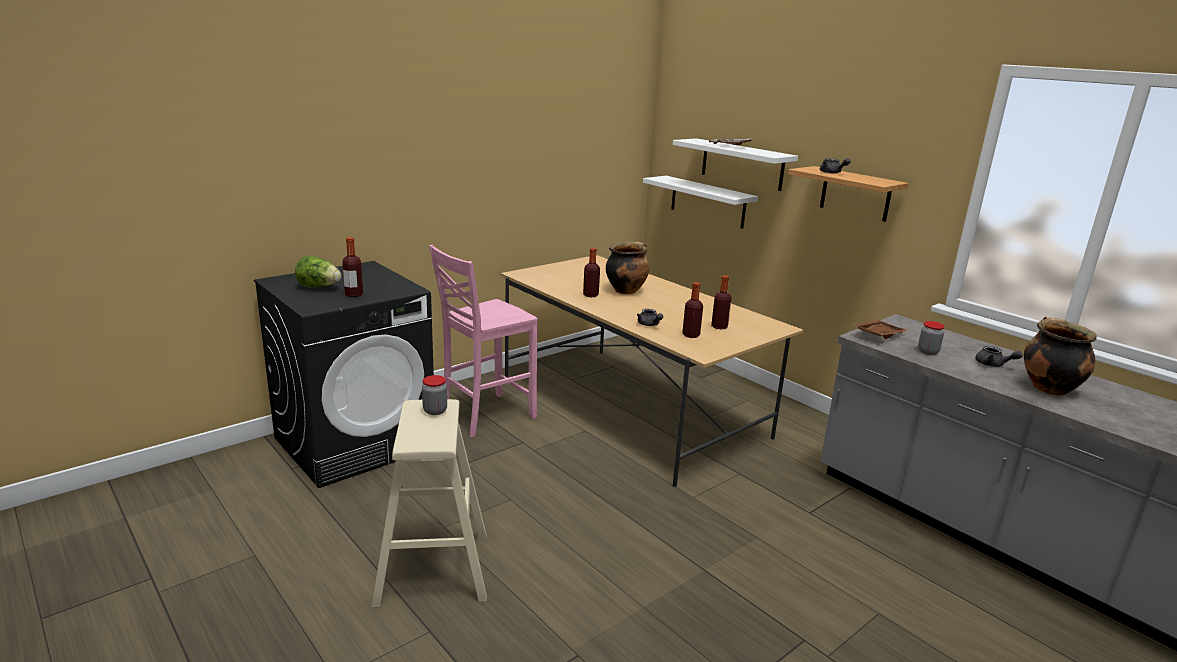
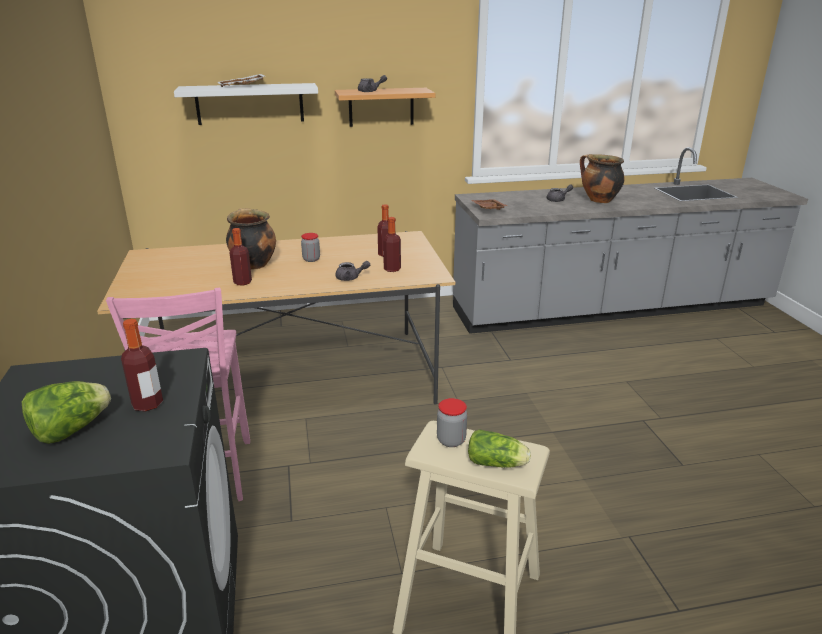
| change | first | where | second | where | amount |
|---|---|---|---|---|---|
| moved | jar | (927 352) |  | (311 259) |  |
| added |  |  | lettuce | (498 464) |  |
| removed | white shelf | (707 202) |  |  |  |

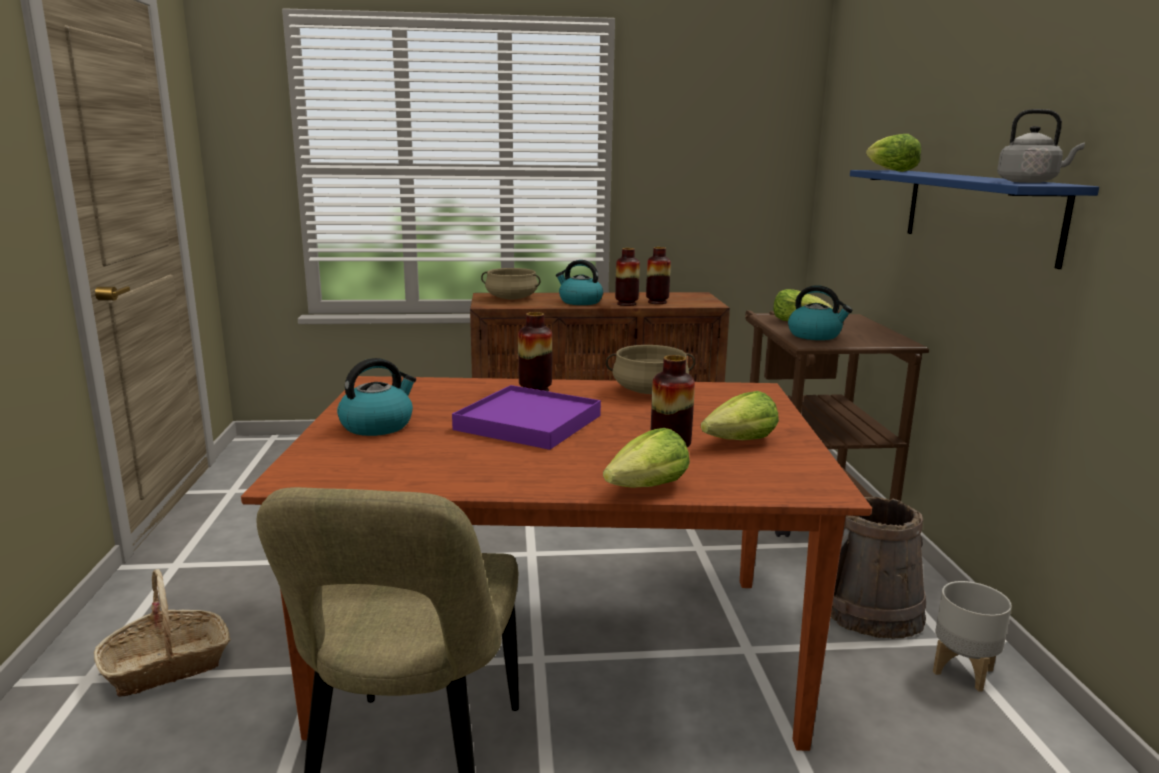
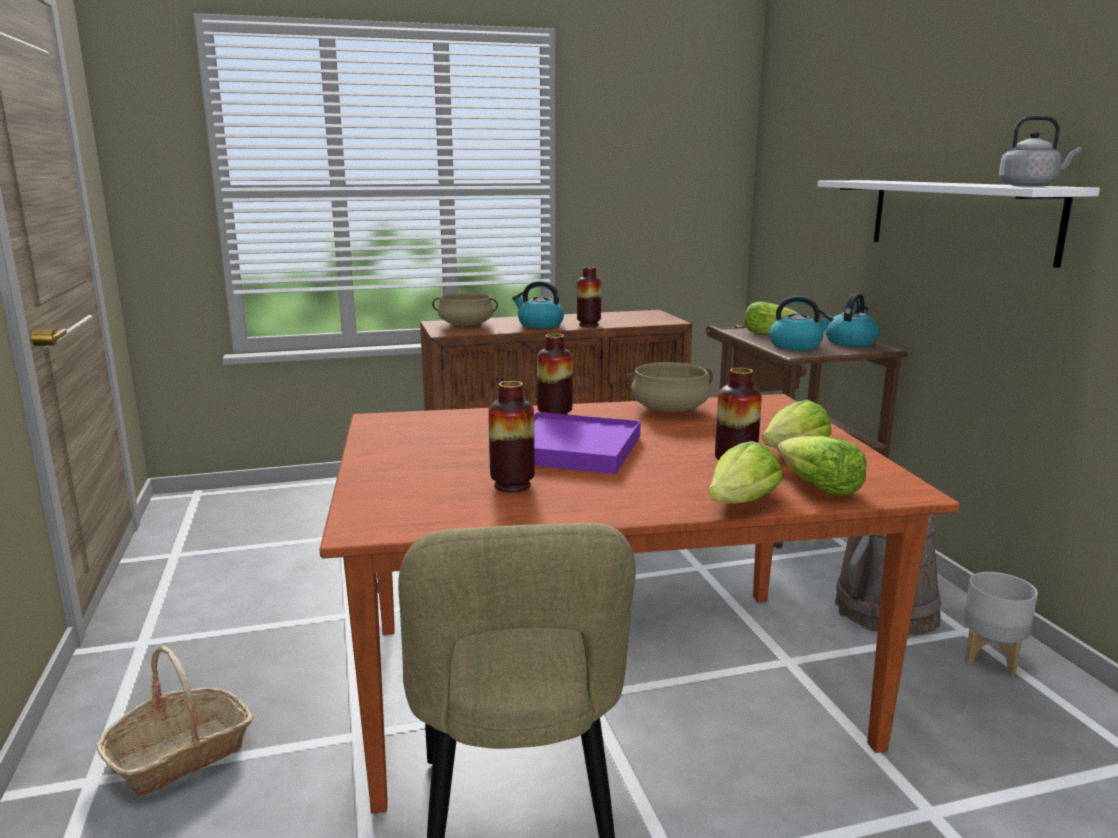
| change | first | where | second | where | amount |
|---|---|---|---|---|---|
| moved | vase | (657 302) |  | (512 485) |  |
| moved | lettuce | (889 171) |  | (817 488) |  |
| recoloured | blue shelf | (978 213) | white shelf | (959 218) |  |
| moved | kettle | (377 425) |  | (851 342) |  |

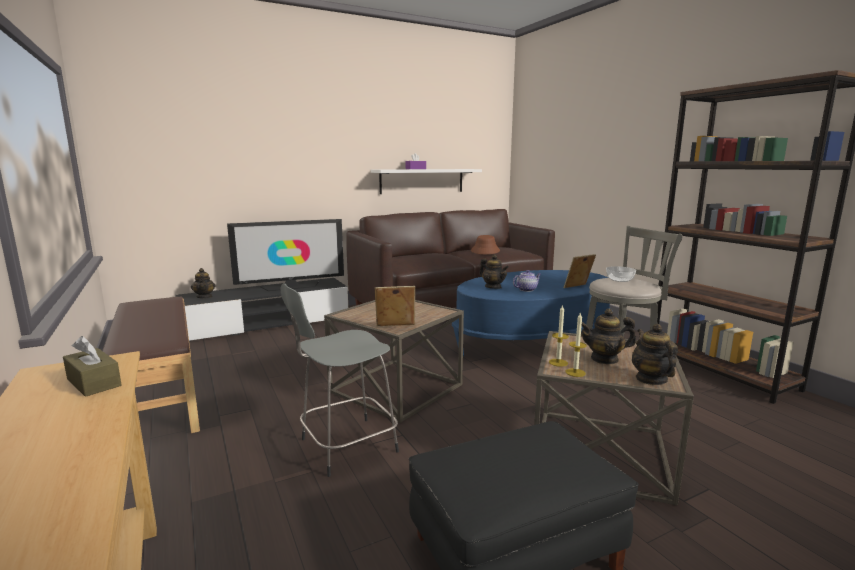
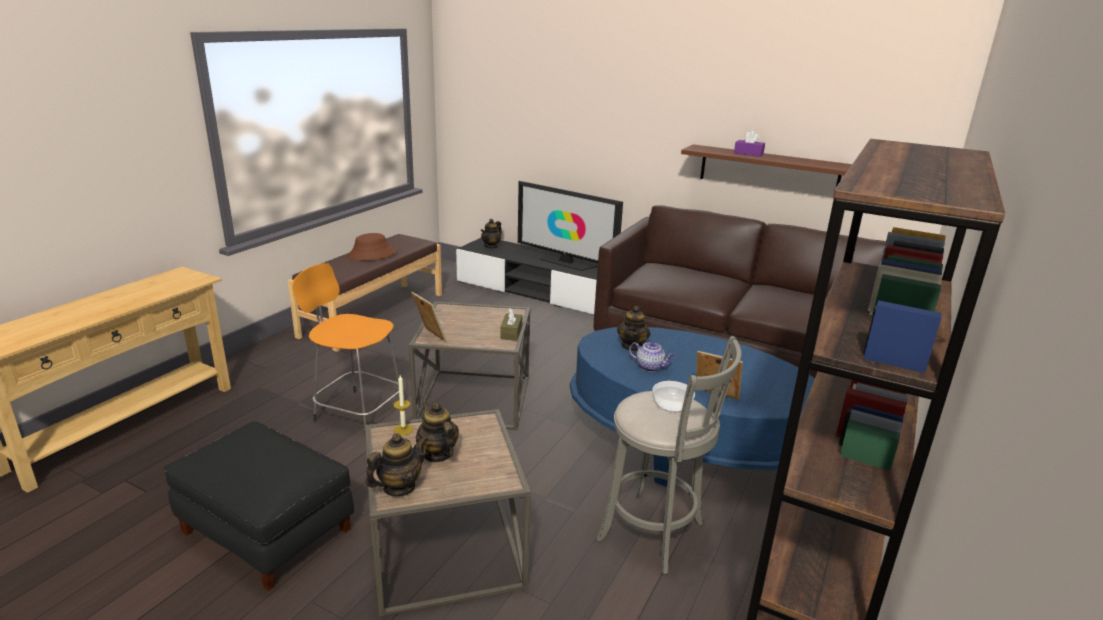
| change | first | where | second | where | amount |
|---|---|---|---|---|---|
| recoloured | grey stool | (345 446) | orange stool | (357 412) |  |
| moved | brown hat | (485 251) |  | (372 254) |  |
| moved | brown tissue box | (94 382) |  | (511 333) |  |
| recoloured | white shelf | (422 181) | brown shelf | (768 171) |  |
| removed | candle | (575 372) |  |  |  |

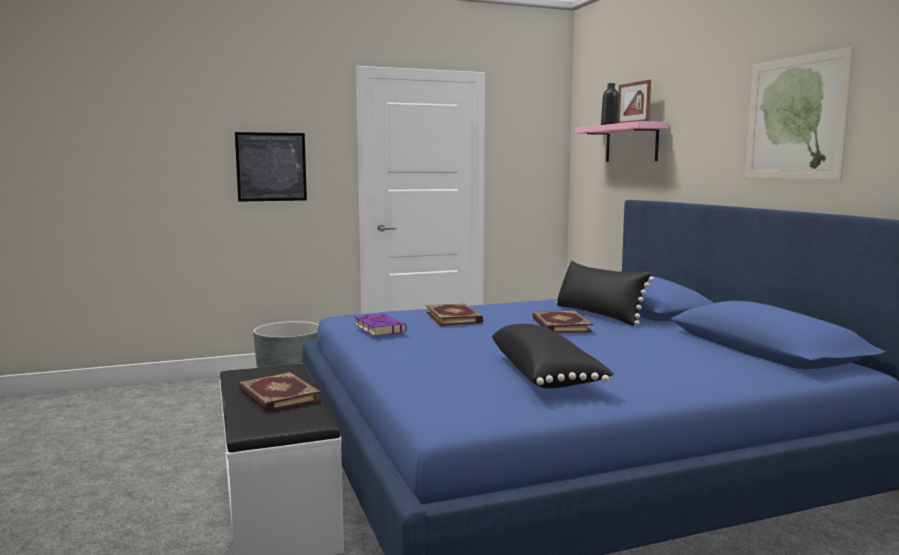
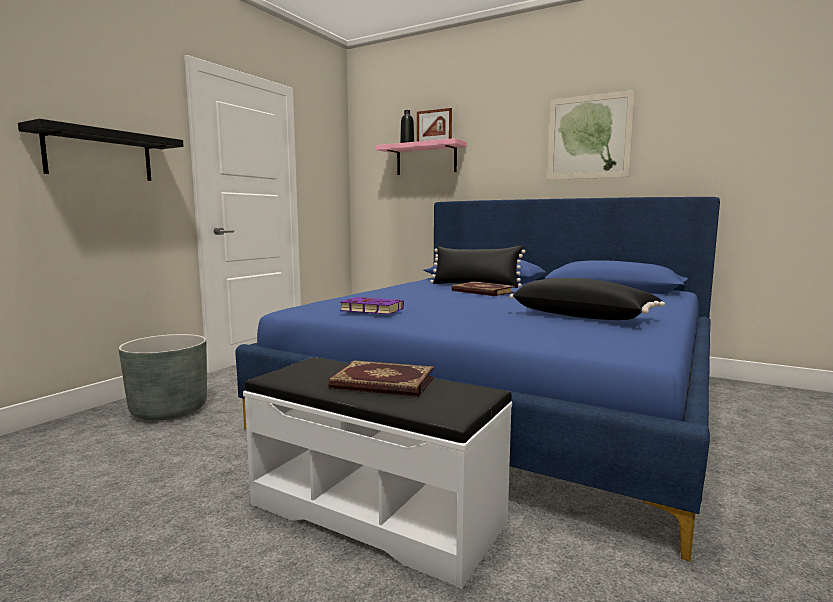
| change | first | where | second | where | amount |
|---|---|---|---|---|---|
| replaced | picture | (271 167) | black shelf | (99 155) |  |
| removed | book | (454 317) |  |  |  |

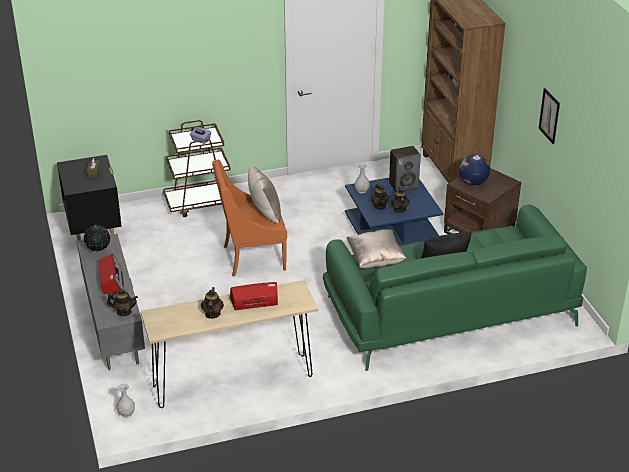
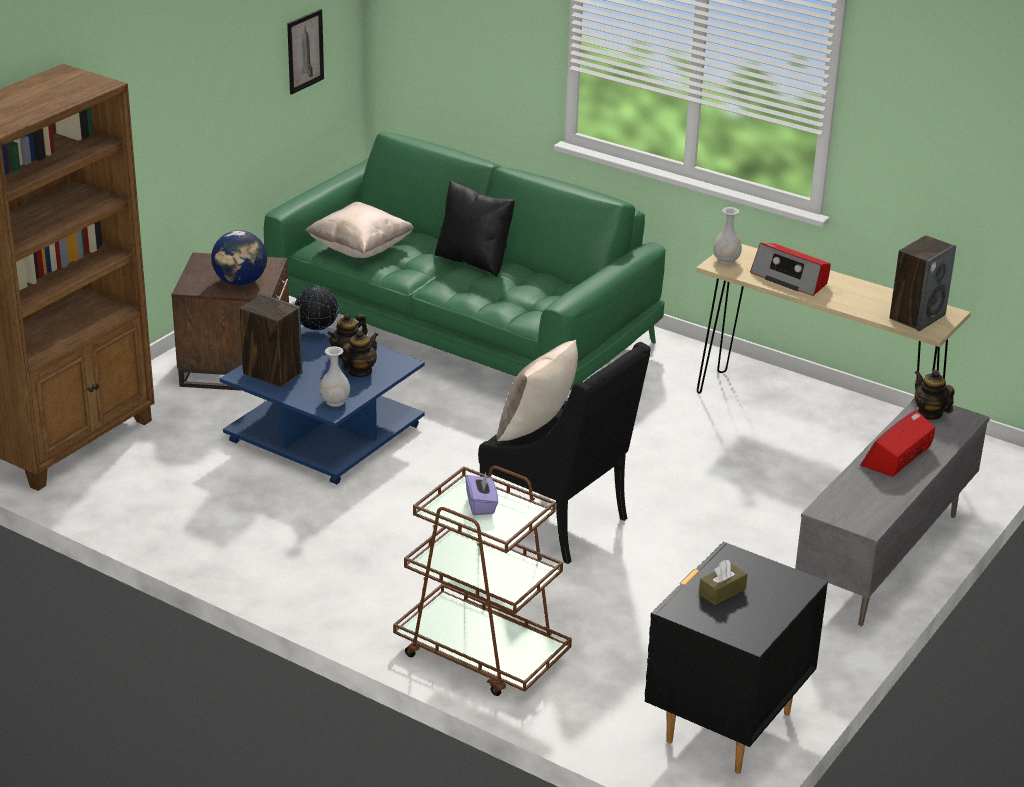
| change | first | where | second | where | amount |
|---|---|---|---|---|---|
| moved | picture | (549 116) |  | (305 51) |  |
| moved | globe | (98 251) |  | (317 333) |  |
| moved | beige pillow | (375 259) |  | (360 249) |  |
| recoloured | orange armchair | (251 257) | black armchair | (559 523) |  |
| moved | white vase | (126 413) |  | (726 261) |  |
| added |  |  | speaker | (917 317) |  |
| removed | teapot | (212 314) |  |  |  |

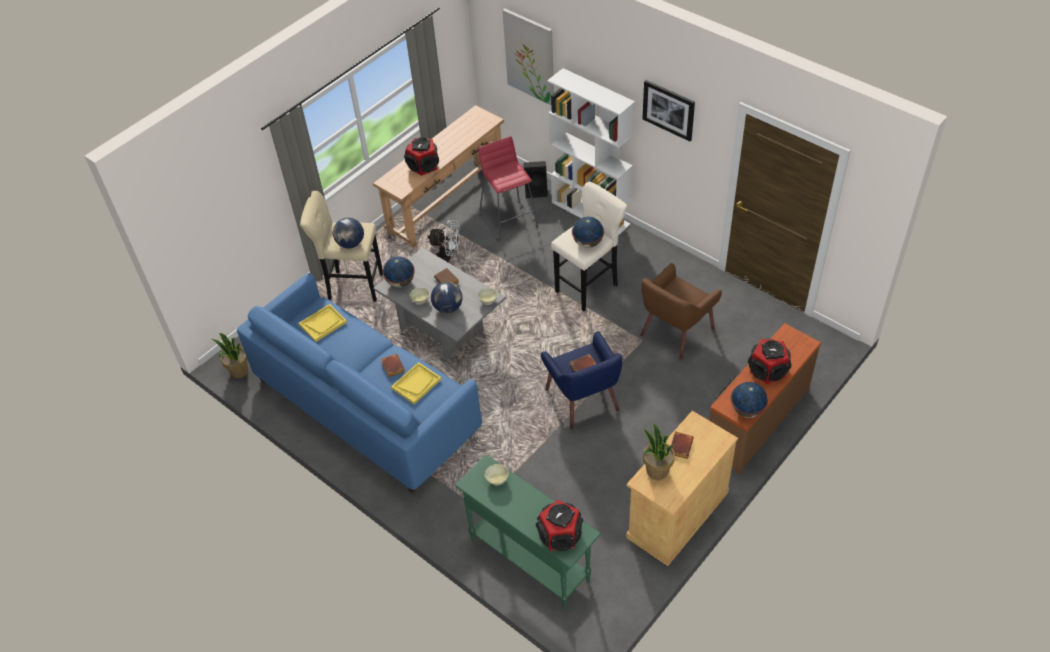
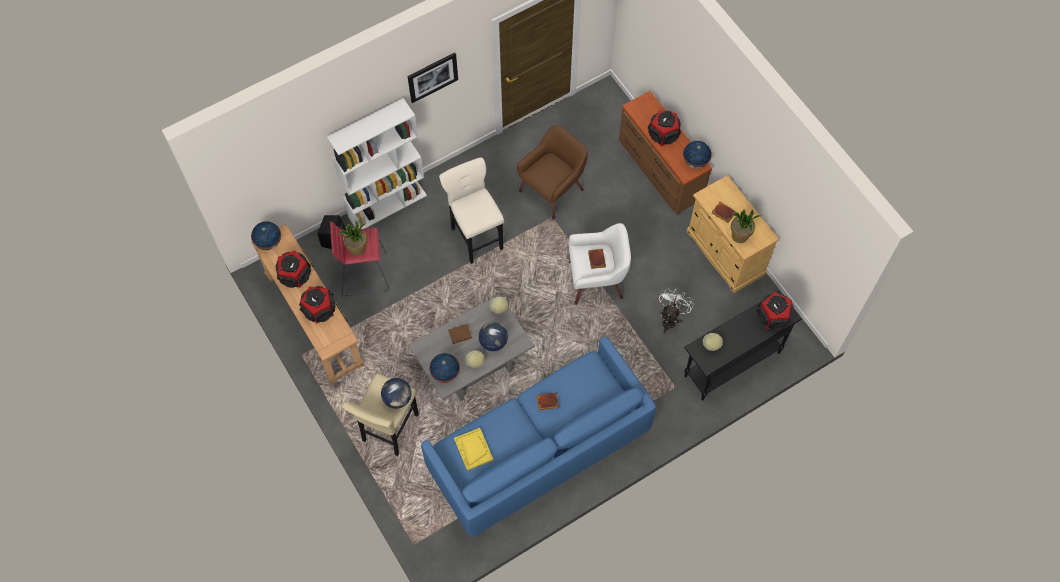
| change | first | where | second | where | amount |
|---|---|---|---|---|---|
| moved | globe | (587 243) |  | (268 242) |  |
| added |  |  | speaker | (295 275) |  |
| moved | potted plant | (239 371) |  | (357 249) |  |
| turned | brown armchair | (675 331) |  | (552 190) | 105 degrees counterclockwise |
| recoloured | blue armchair | (583 400) | white armchair | (596 280) |  |
| moved | white fan | (448 258) |  | (670 318) |  |
| recoloured | green console table | (529 559) | black console table | (731 364) |  |
| removed | yellow tray | (416 384) |  |  |  |
| removed | picture | (530 57) |  |  |  |

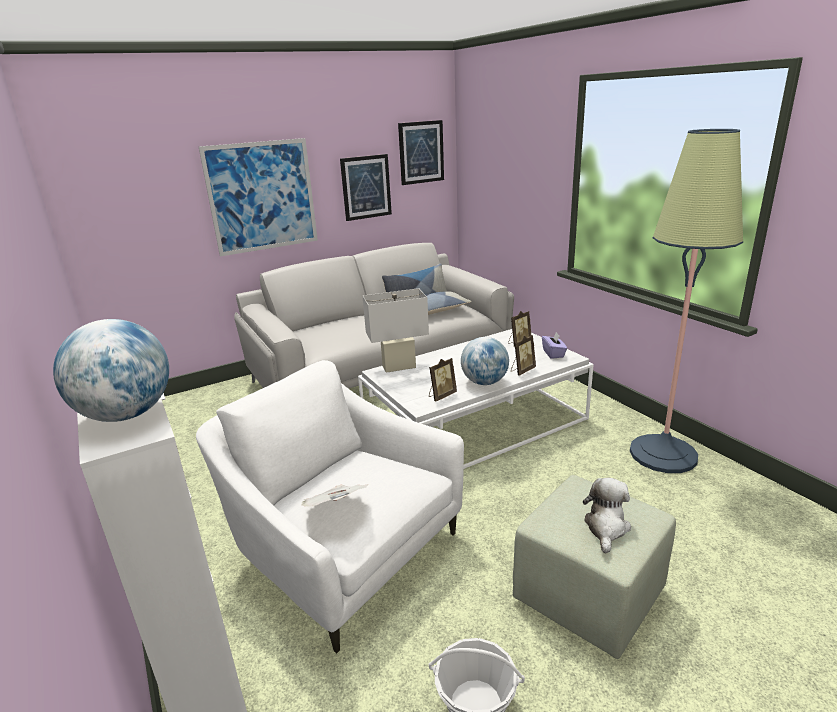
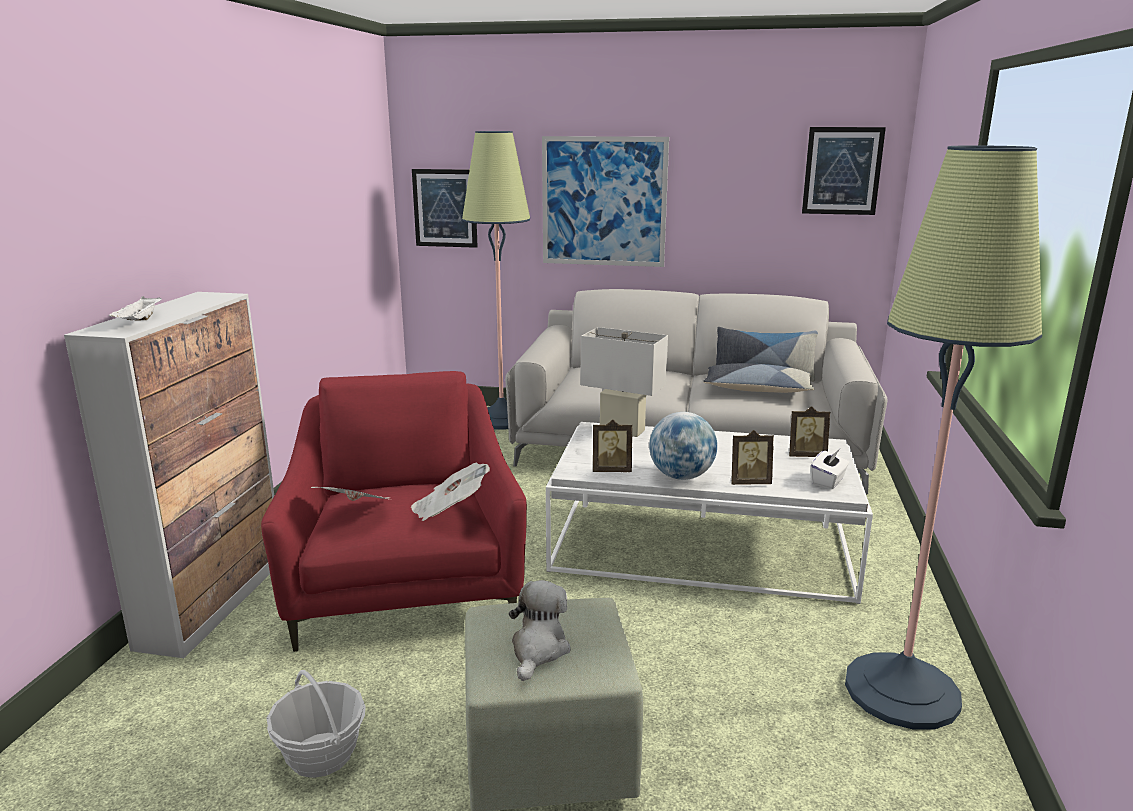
| change | first | where | second | where | amount |
|---|---|---|---|---|---|
| replaced | globe | (127 414) | white tray | (140 321) |  |
| recoloured | white armchair | (341 550) | red armchair | (406 584) |  |
| added |  |  | newspaper | (449 510) |  |
| moved | picture | (366 187) |  | (445 208) |  |
| added |  |  | floor lamp | (502 419) |  |
| turned | plush toy | (606 527) |  | (538 649) | 45 degrees counterclockwise |
| recoloured | purple tissue box | (553 354) | white tissue box | (828 481) |  |

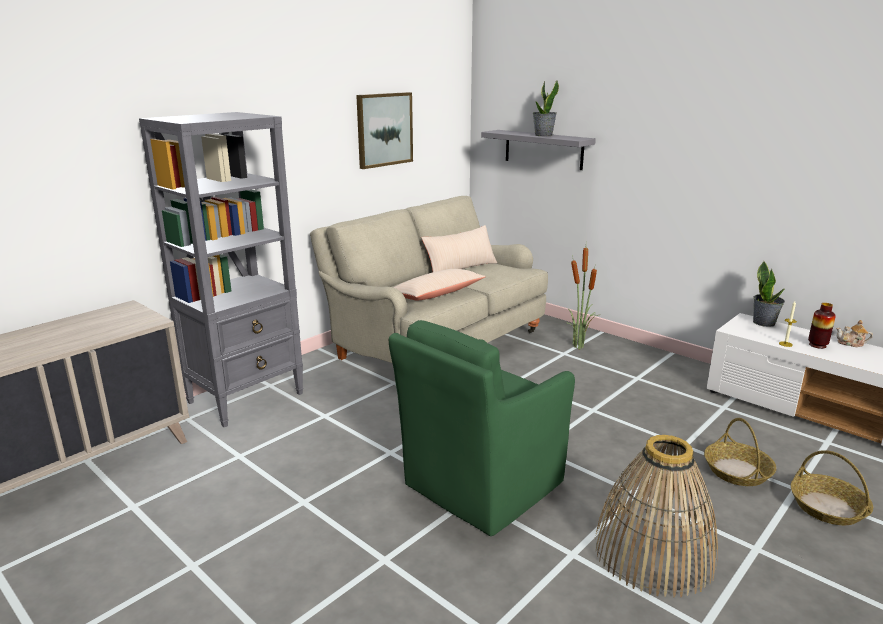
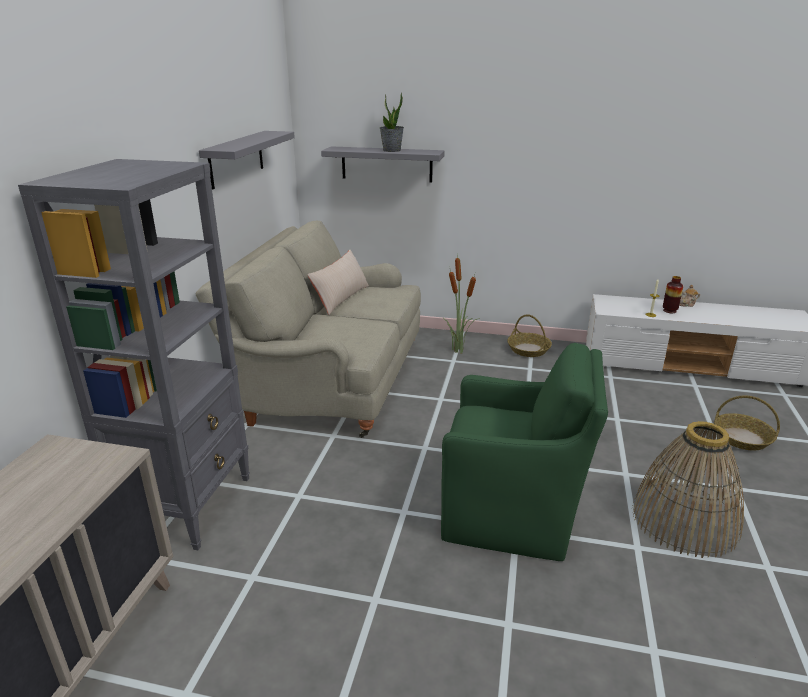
| change | first | where | second | where | amount |
|---|---|---|---|---|---|
| replaced | picture | (384 129) | grey shelf | (236 159) |  |
| turned | green armchair | (480 486) |  | (512 514) | 90 degrees counterclockwise |
| moved | basket | (736 471) |  | (528 350) |  |
| removed | beige pillow | (436 294) |  |  |  |
| removed | potted plant | (764 322) |  |  |  |

